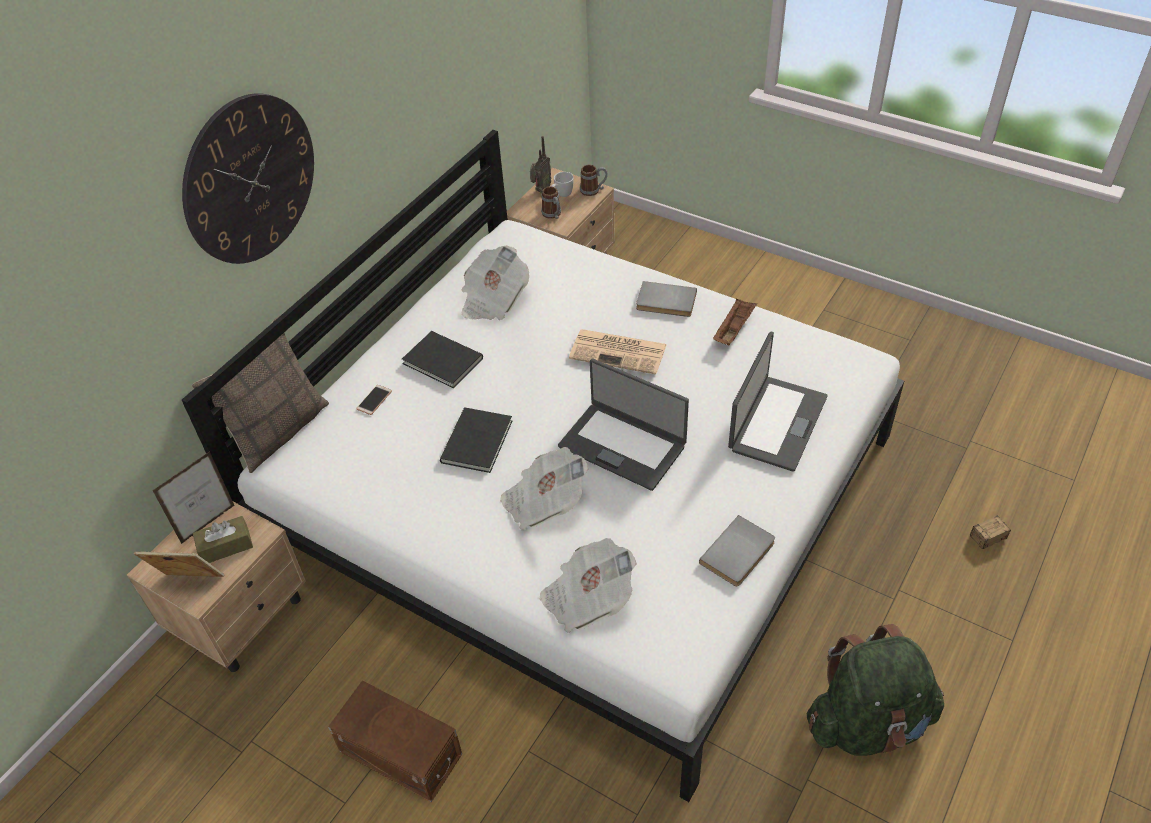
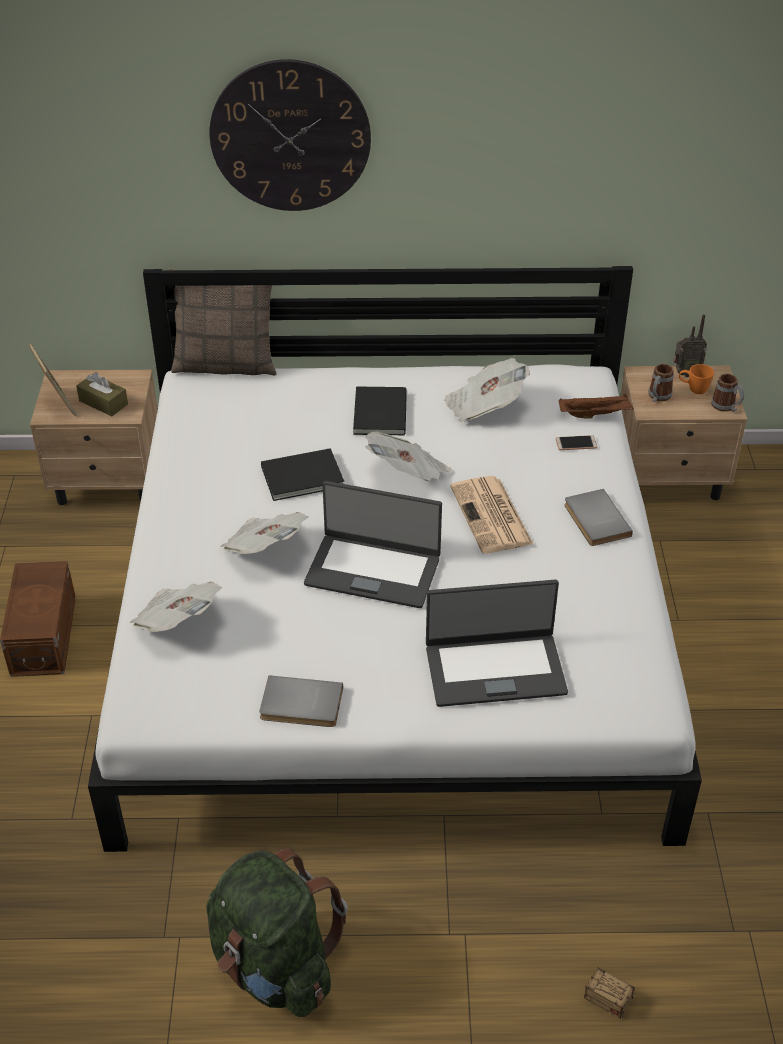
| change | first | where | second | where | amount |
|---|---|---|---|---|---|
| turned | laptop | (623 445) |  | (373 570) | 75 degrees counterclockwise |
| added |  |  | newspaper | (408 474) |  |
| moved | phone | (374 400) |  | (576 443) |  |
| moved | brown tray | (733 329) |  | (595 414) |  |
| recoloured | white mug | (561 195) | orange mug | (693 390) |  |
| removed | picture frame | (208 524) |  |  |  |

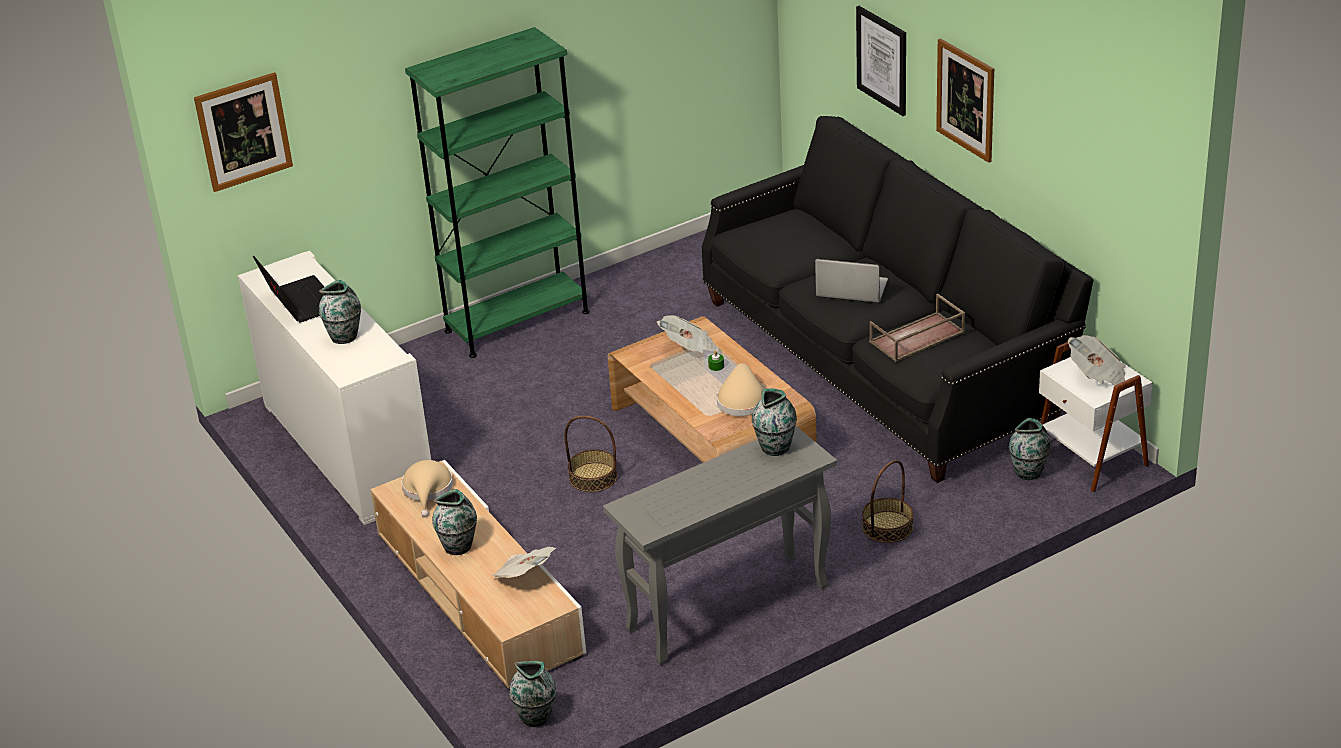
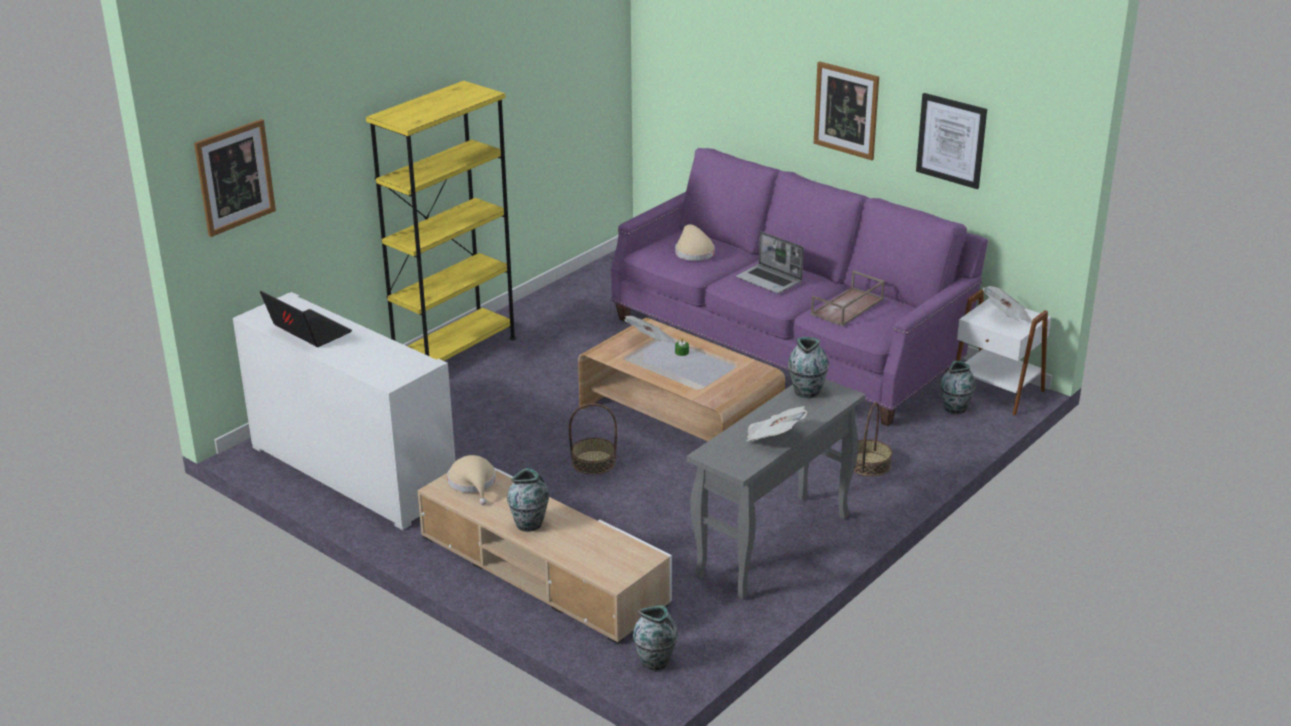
| change | first | where | second | where | amount |
|---|---|---|---|---|---|
| recoloured | green bookcase | (517 321) | yellow bookcase | (455 352) |  |
| recoloured | black sofa | (884 359) | purple sofa | (788 343) |  |
| moved | beige hat | (741 400) |  | (693 252) |  |
| turned | laptop | (850 290) |  | (770 280) | 135 degrees counterclockwise |
| moved | newspaper | (525 575) |  | (774 438) |  |
| moved | picture | (882 60) |  | (951 140) |  |
| removed | vase | (345 337) |  |  |  |

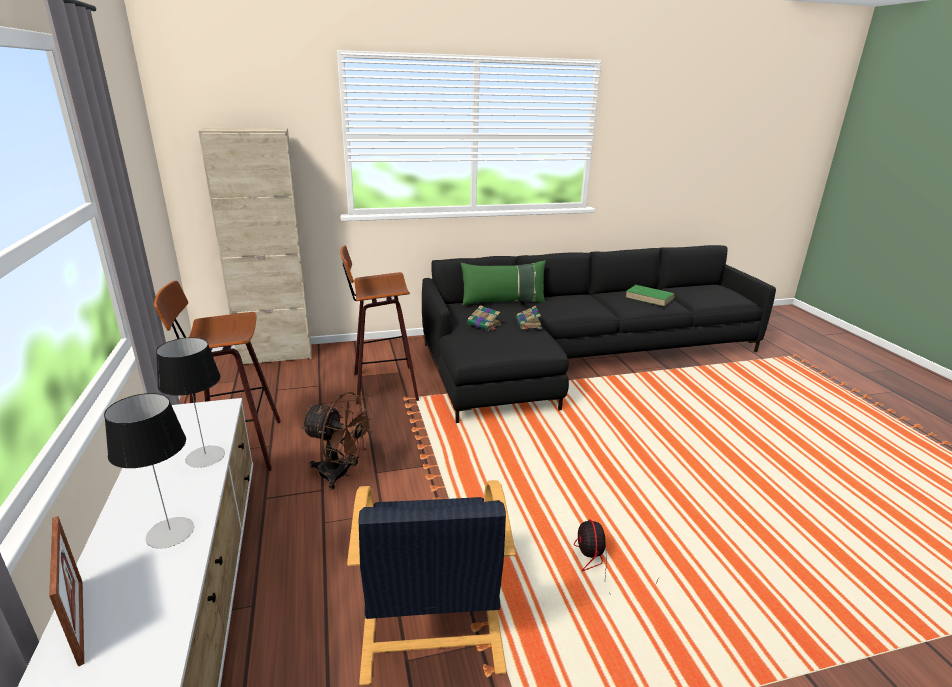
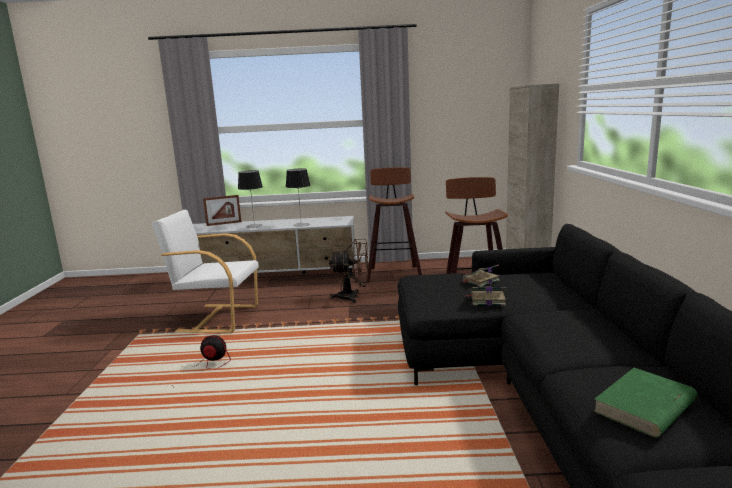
| change | first | where | second | where | amount |
|---|---|---|---|---|---|
| recoloured | black armchair | (431 628) | white armchair | (217 318) |  |
| turned | brown fan | (341 474) |  | (353 297) | 120 degrees counterclockwise |
| removed | green pillow | (503 302) |  |  |  |

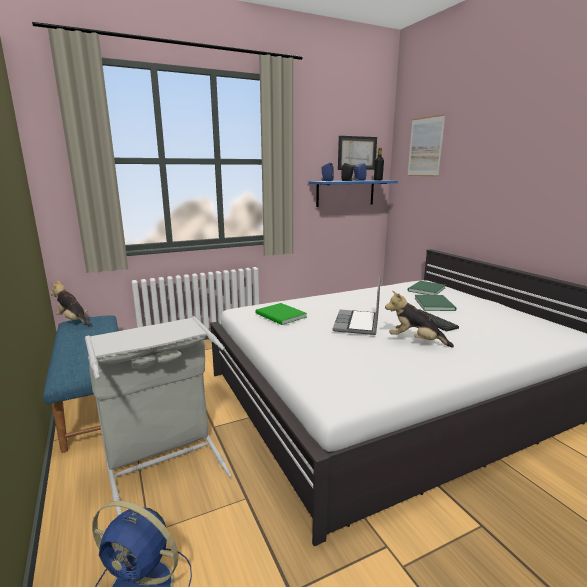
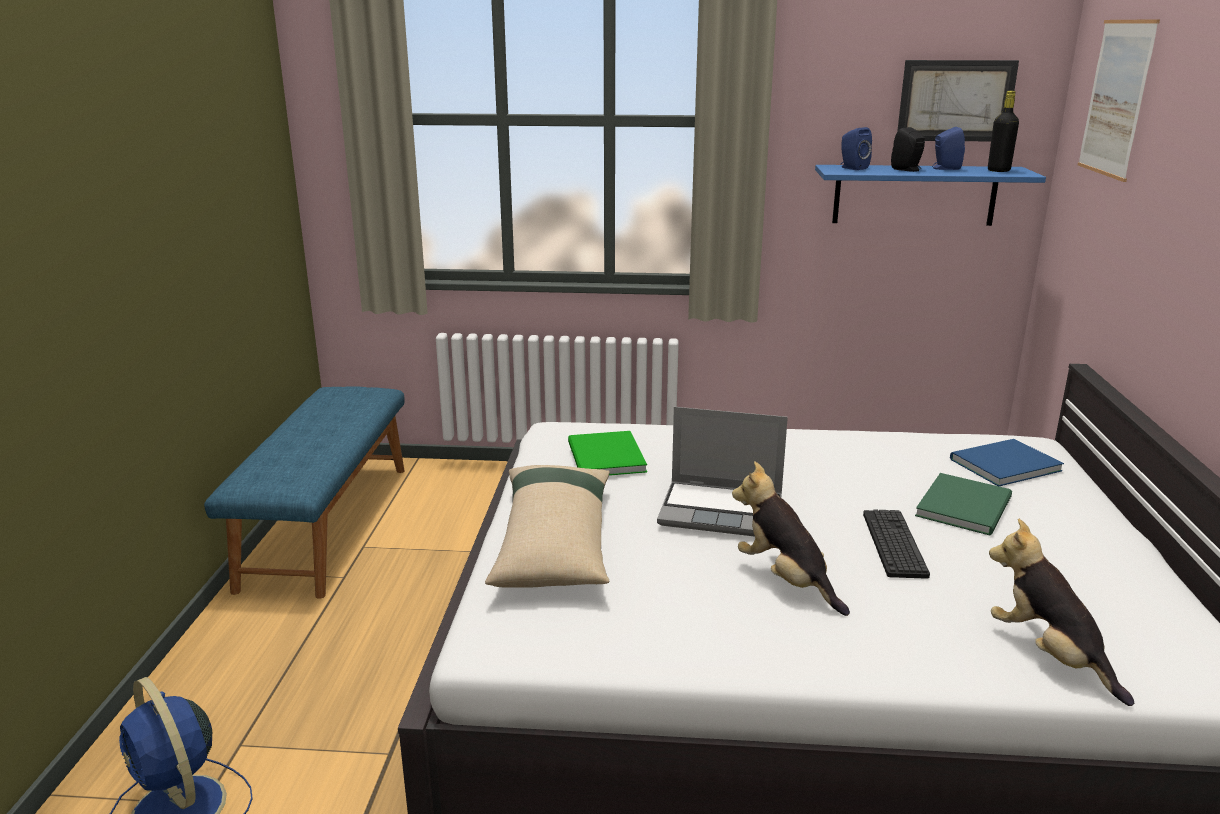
| change | first | where | second | where | amount |
|---|---|---|---|---|---|
| added |  |  | beige pillow | (554 541) |  |
| turned | laptop | (357 324) |  | (723 511) | 120 degrees counterclockwise |
| recoloured | green book | (425 289) | blue book | (1001 464) |  |
| moved | plush toy | (74 321) |  | (1049 655) |  |
| removed | grey laundry basket | (164 462) |  |  |  |

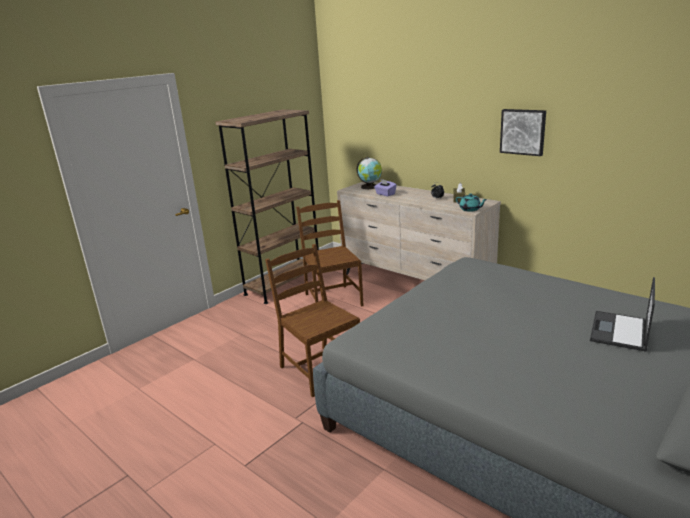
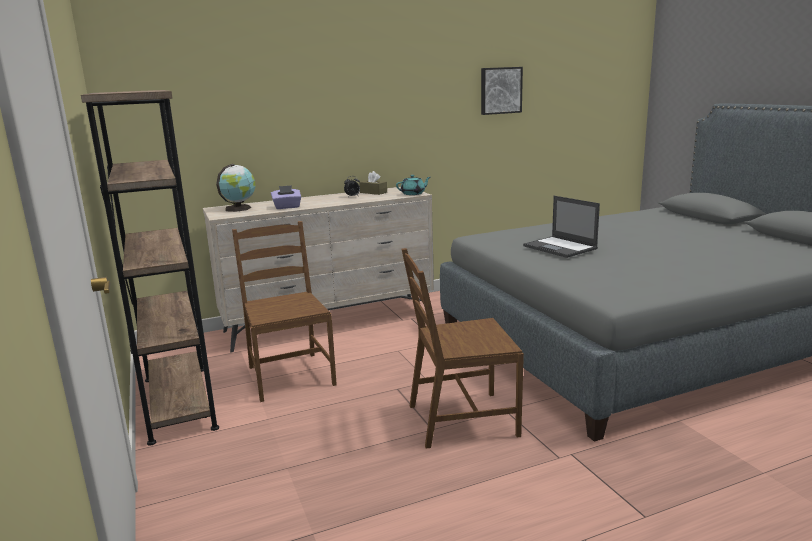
| change | first | where | second | where | amount |
|---|---|---|---|---|---|
| turned | brown chair | (332 299) |  | (289 375) | 60 degrees clockwise |
| moved | picture | (523 131) |  | (500 90) |  |
| moved | laptop | (619 331) |  | (560 247) |  |

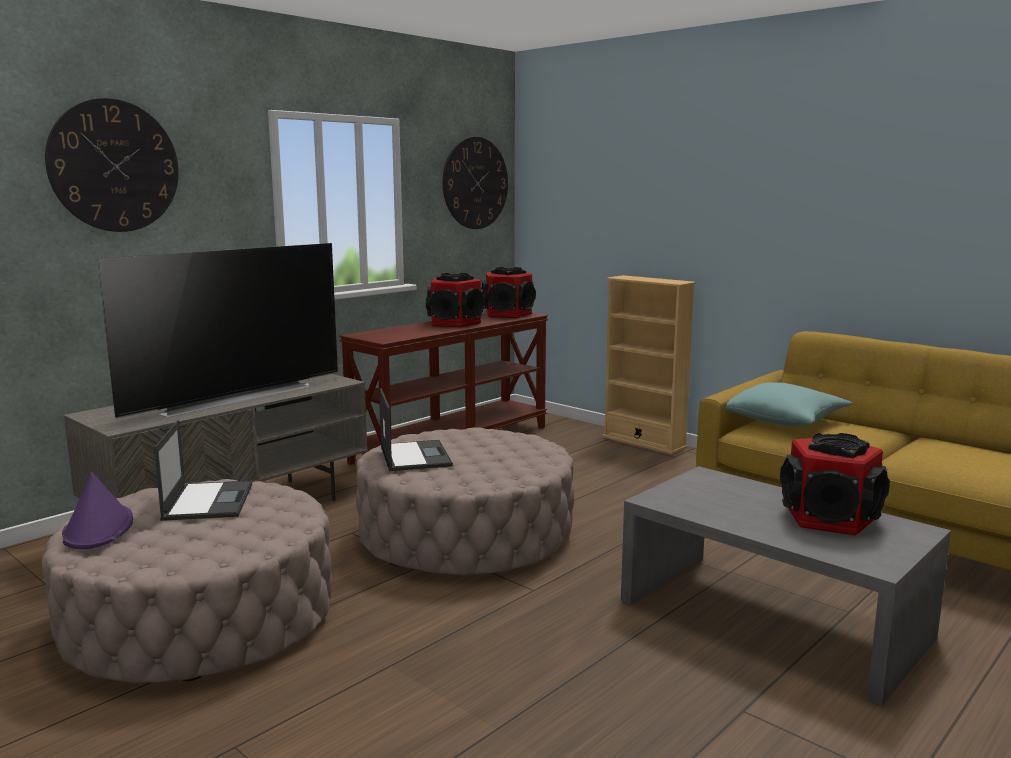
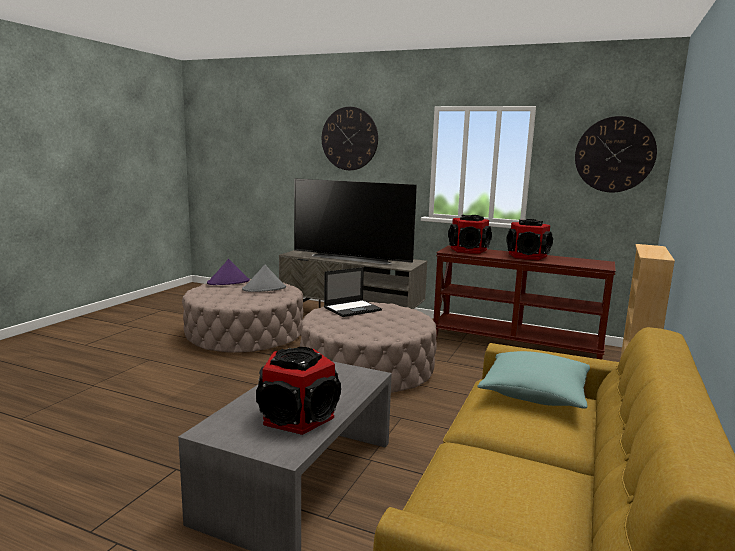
| change | first | where | second | where | amount |
|---|---|---|---|---|---|
| replaced | laptop | (208 501) | grey hat | (264 288) |  |
| moved | speaker | (506 314) |  | (468 250) |  |

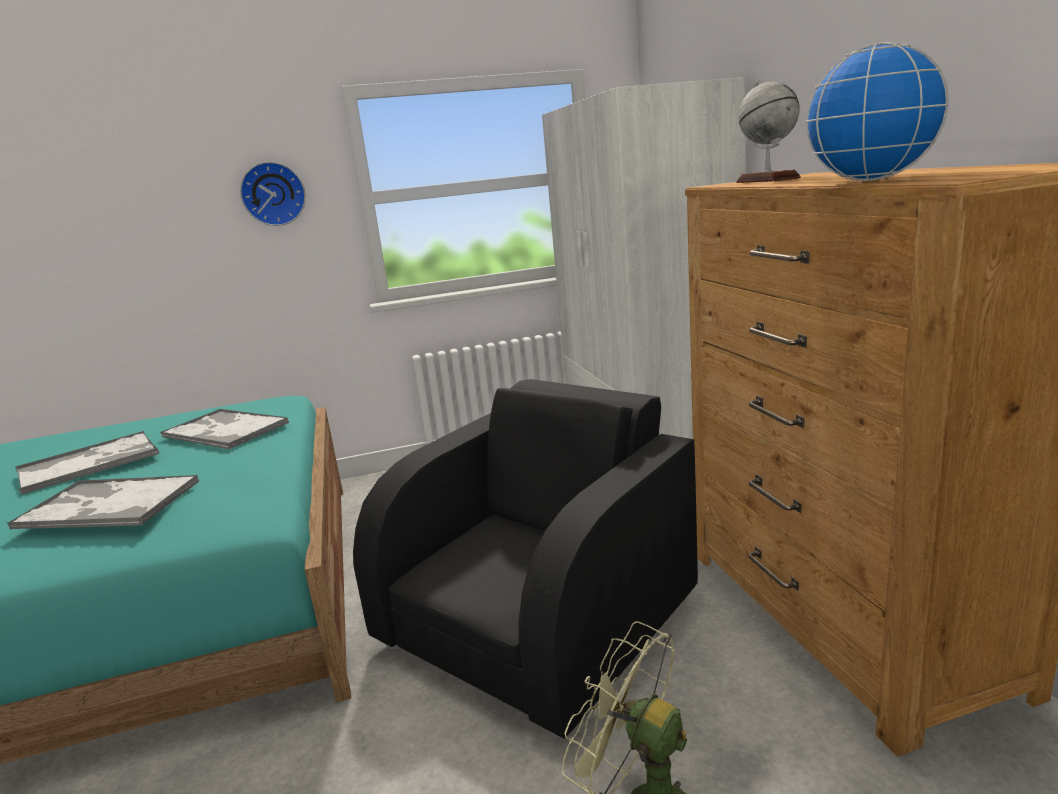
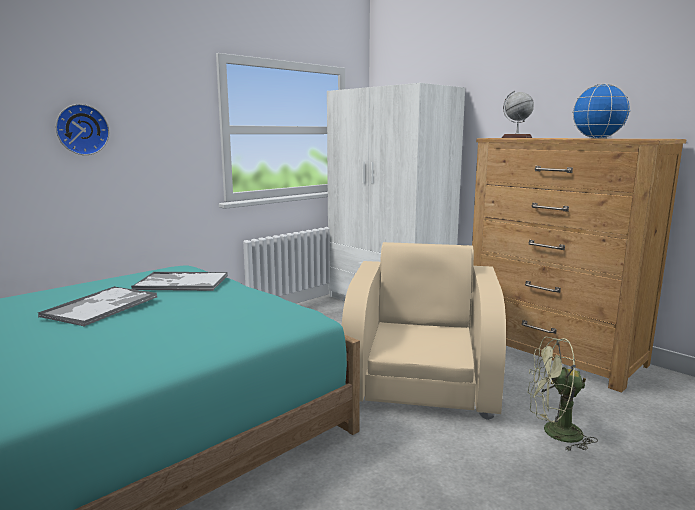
| change | first | where | second | where | amount |
|---|---|---|---|---|---|
| moved | wall clock | (273 194) |  | (81 129) |  |
| recoloured | black armchair | (540 620) | beige armchair | (421 379) |  |
| removed | tray | (107 505) |  |  |  |

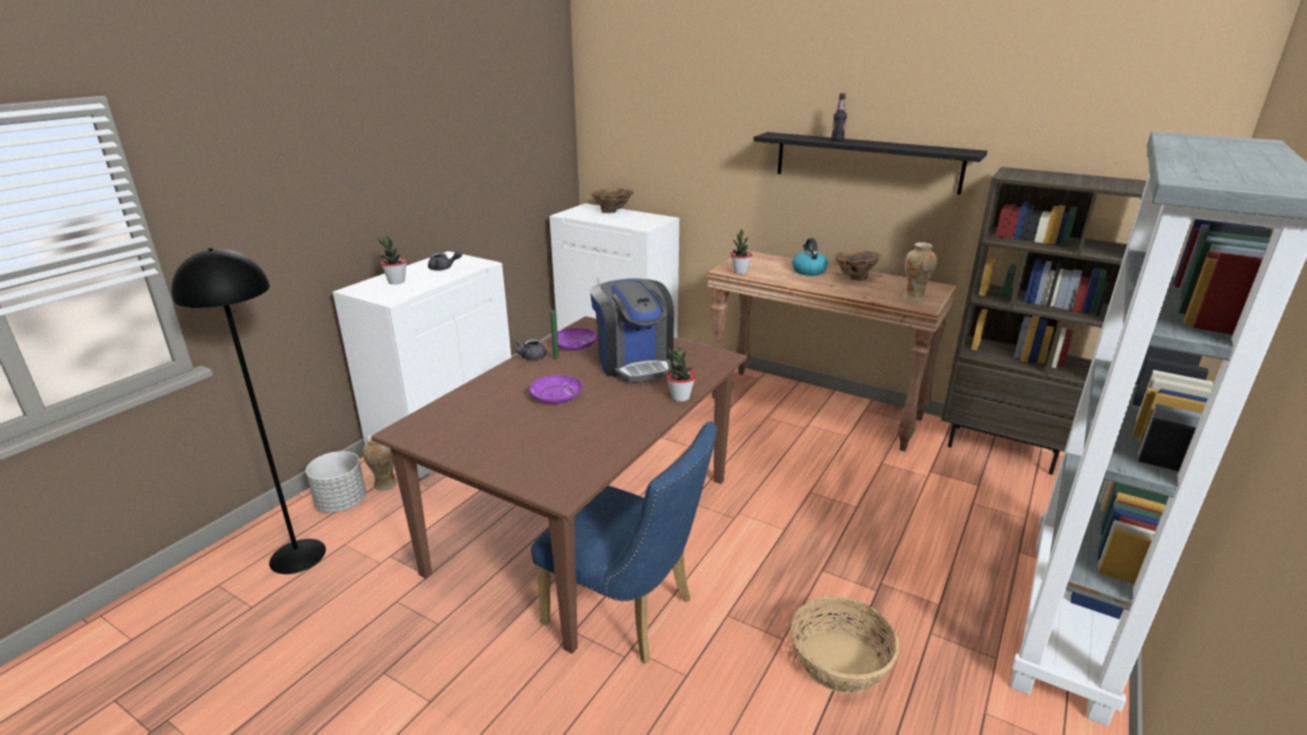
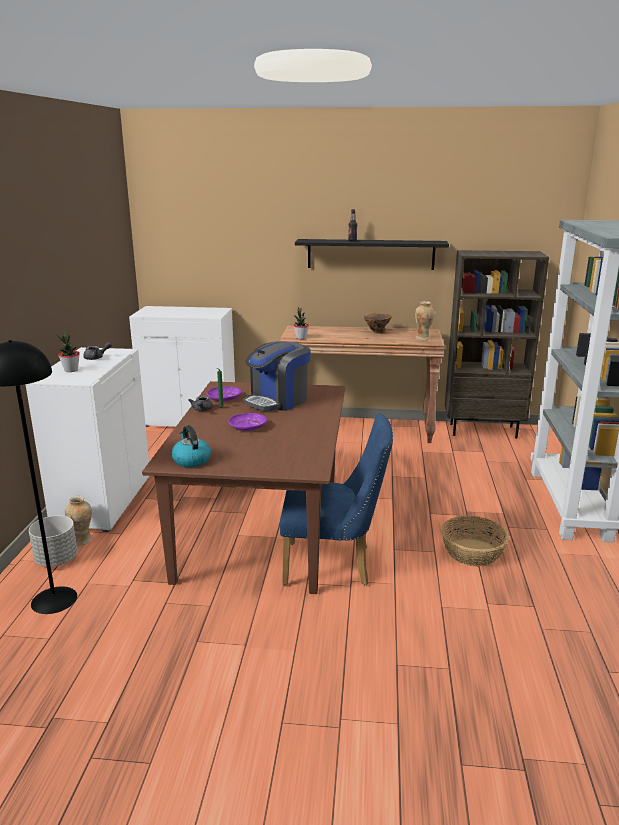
| change | first | where | second | where | amount |
|---|---|---|---|---|---|
| moved | kettle | (808 271) |  | (191 460) |  |
| turned | coffee machine | (634 362) |  | (278 401) | 90 degrees clockwise |
| removed | brown vase | (612 212) |  |  |  |
| removed | potted plant | (680 397) |  |  |  |

